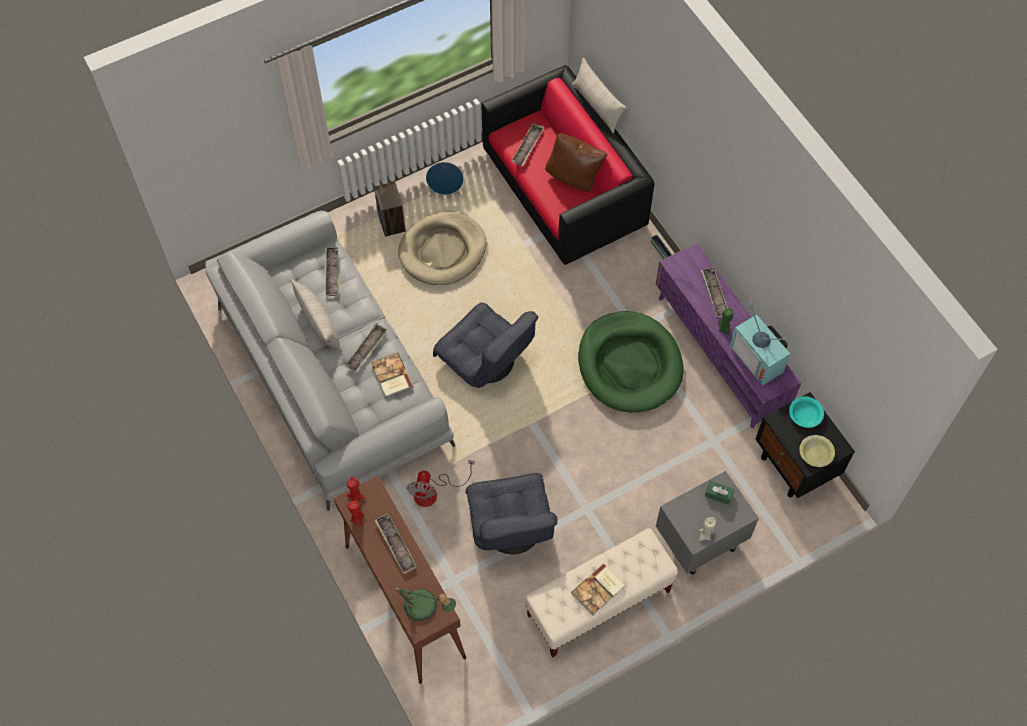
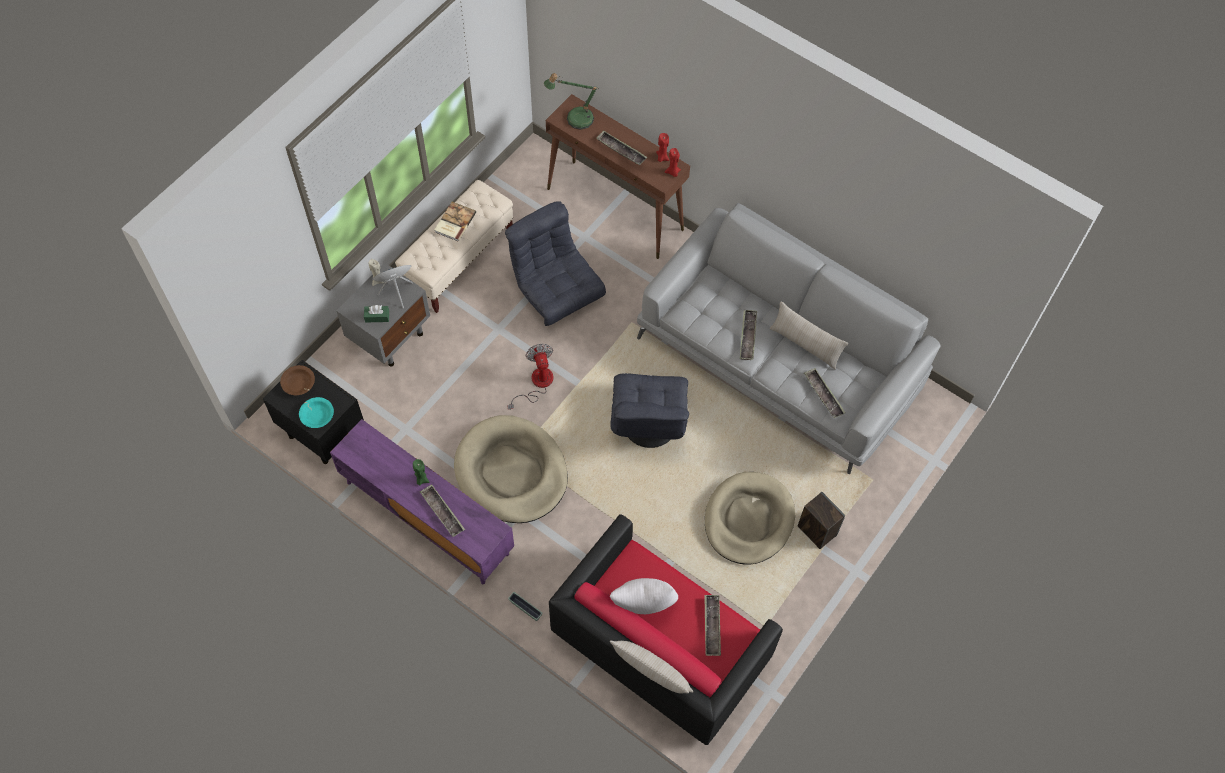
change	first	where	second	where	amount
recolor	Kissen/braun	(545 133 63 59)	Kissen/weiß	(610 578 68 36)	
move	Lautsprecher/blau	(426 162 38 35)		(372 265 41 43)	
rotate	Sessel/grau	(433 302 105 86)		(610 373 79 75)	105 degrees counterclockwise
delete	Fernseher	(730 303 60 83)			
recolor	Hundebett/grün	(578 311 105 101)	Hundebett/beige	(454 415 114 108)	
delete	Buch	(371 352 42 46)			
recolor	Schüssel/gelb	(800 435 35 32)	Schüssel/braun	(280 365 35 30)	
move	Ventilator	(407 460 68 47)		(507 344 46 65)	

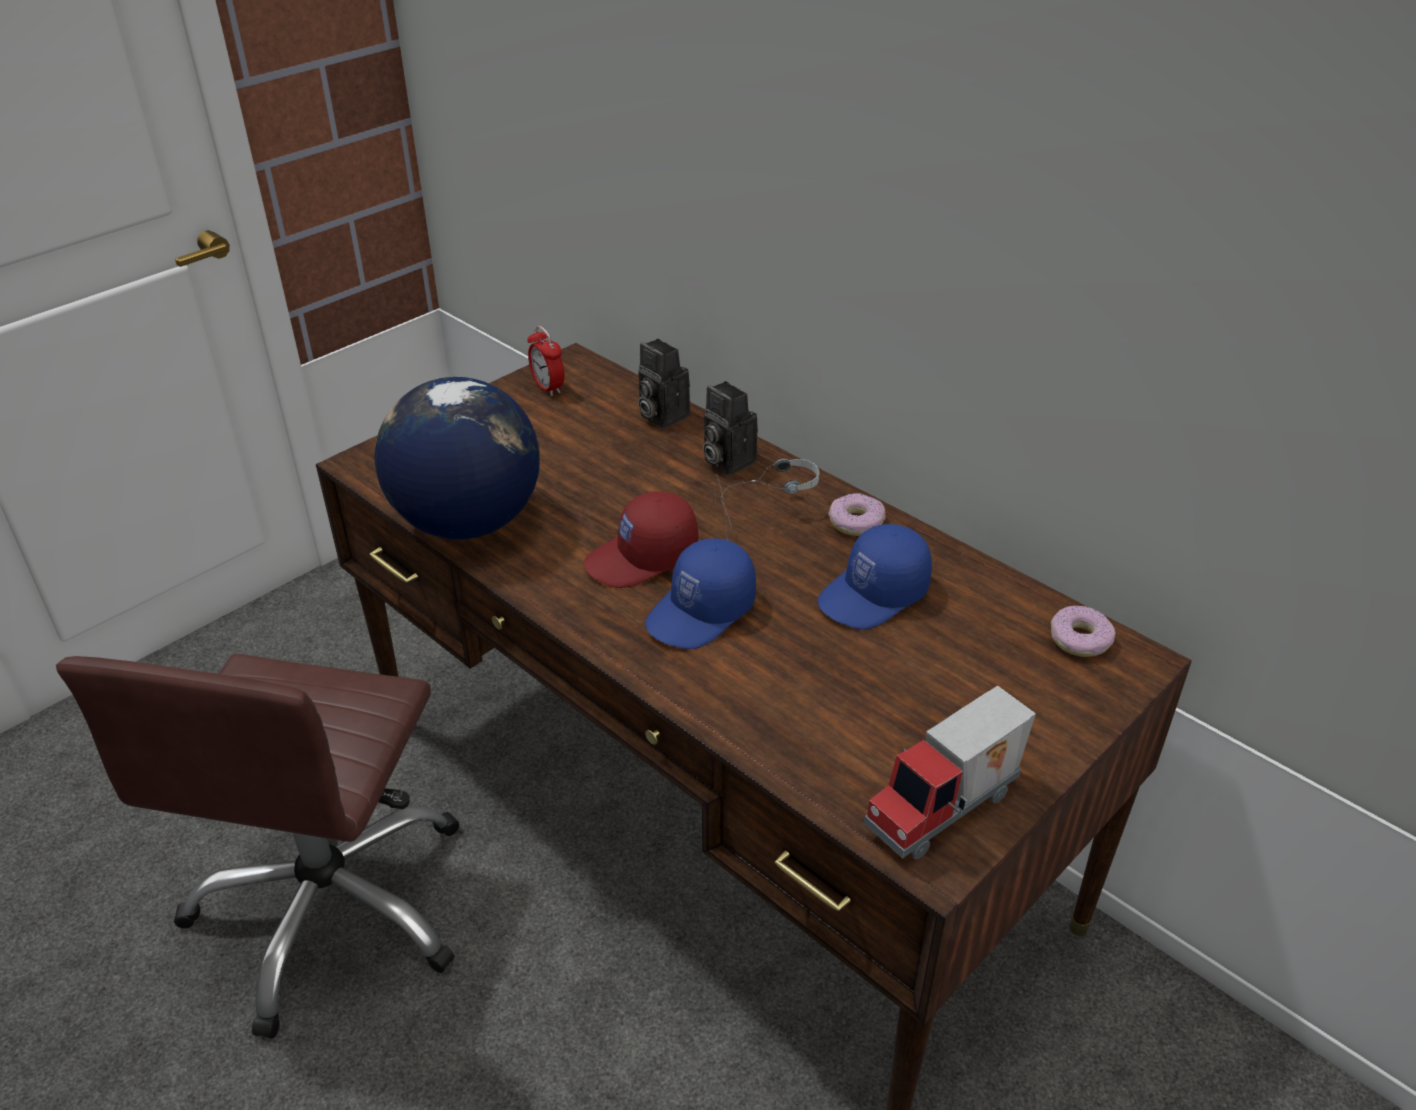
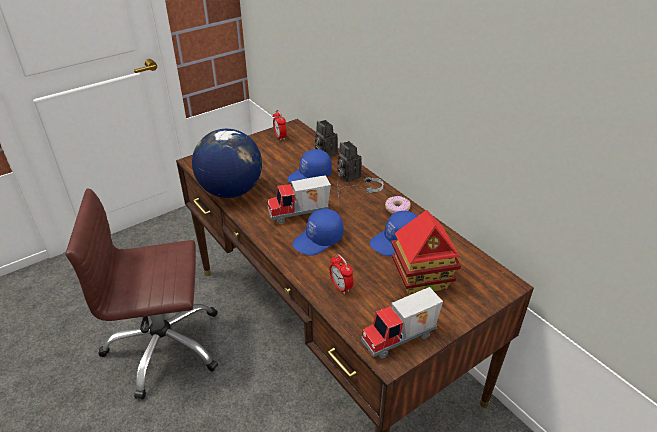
change	first	where	second	where	amount
replace	Kappe/rot	(583 491 115 97)	Spielzeuglaster	(268 175 63 49)	
delete	Donut	(1051 606 65 51)			
rotate	Bürostuhl/braun	(56 654 403 385)		(66 189 152 210)	60 degrees clockwise
insert			Kappe/blau	(288 149 44 35)	
insert			Spielzeughaus	(391 210 70 85)	
insert			Wecker	(329 254 25 40)	

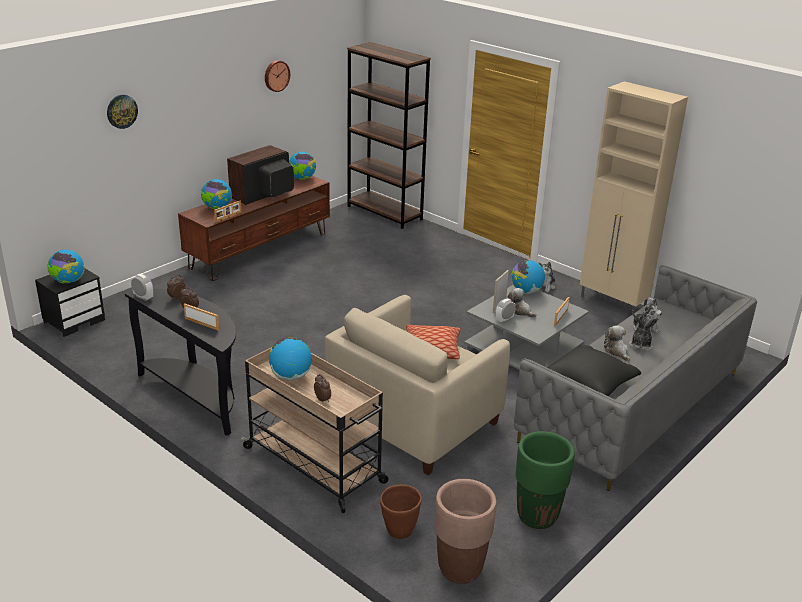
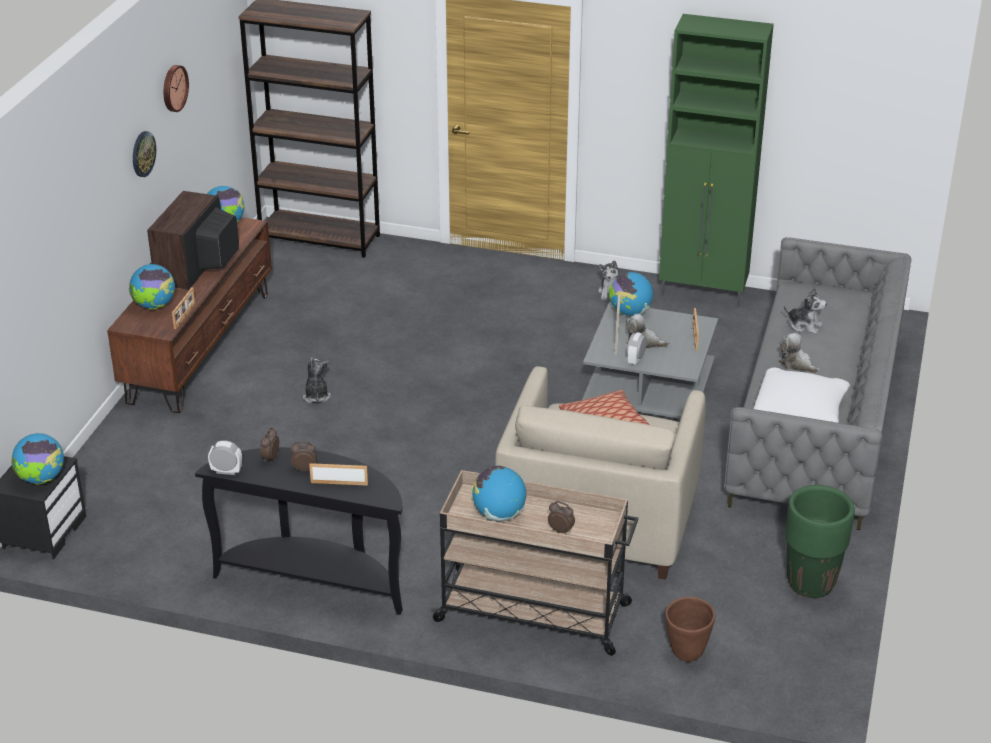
change	first	where	second	where	amount
recolor	Schrank/beige	(580 81 108 232)	Schrank/grün	(659 14 115 293)	
move	Wanduhr	(107 95 31 34)		(133 131 23 46)	
move	Plüschtier	(629 311 30 40)		(303 357 28 46)	
recolor	Kissen/schwarz	(548 345 93 51)	Kissen/weiß	(754 368 96 55)	
delete	Pflanzkübel/braun	(435 479 62 105)			

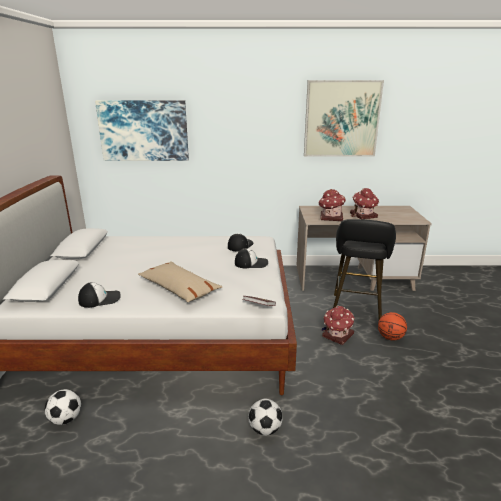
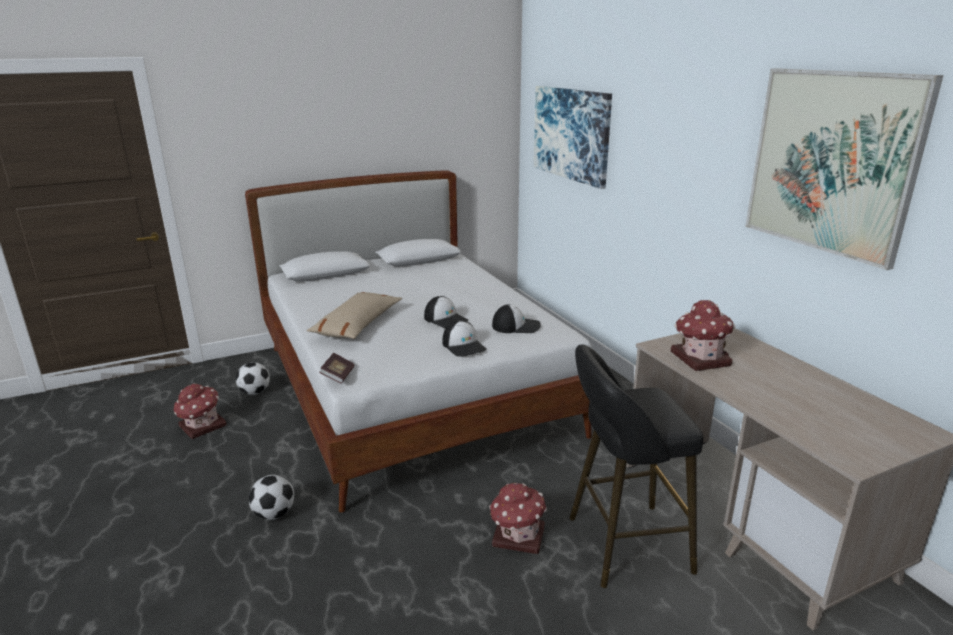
change	first	where	second	where	amount
move	Spielzeughaus	(350 188 29 31)		(174 383 53 56)	
move	Kappe	(78 282 43 26)		(424 296 44 32)	
delete	Basketball	(378 312 29 28)			

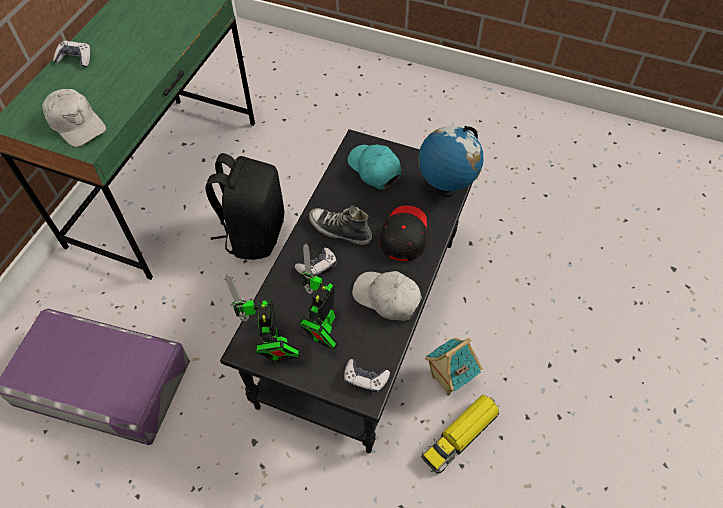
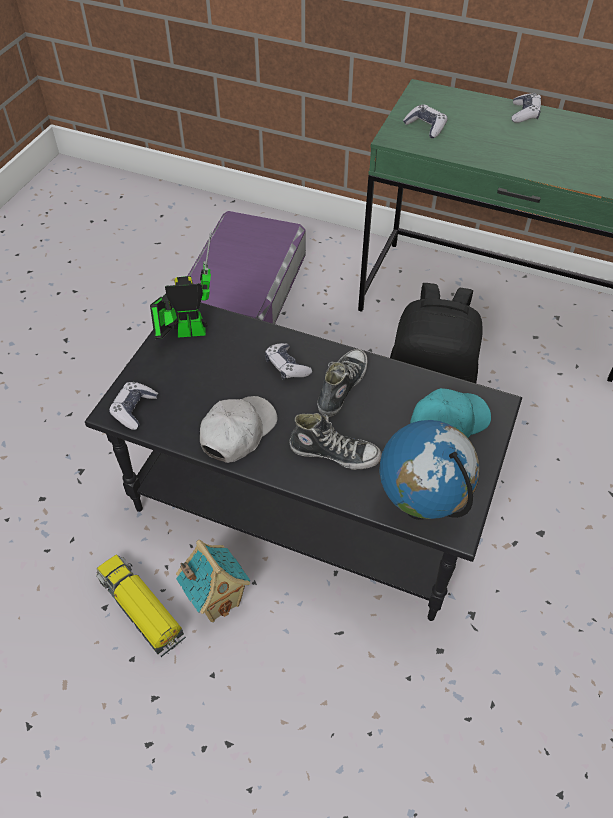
change	first	where	second	where	amount
replace	Kappe/weiß	(42 89 64 58)	Gamepad	(403 104 45 34)	
replace	Kappe/schwarz	(380 205 47 56)	Schuh	(289 413 93 57)	
delete	Spielzeugroboter	(299 244 40 106)			

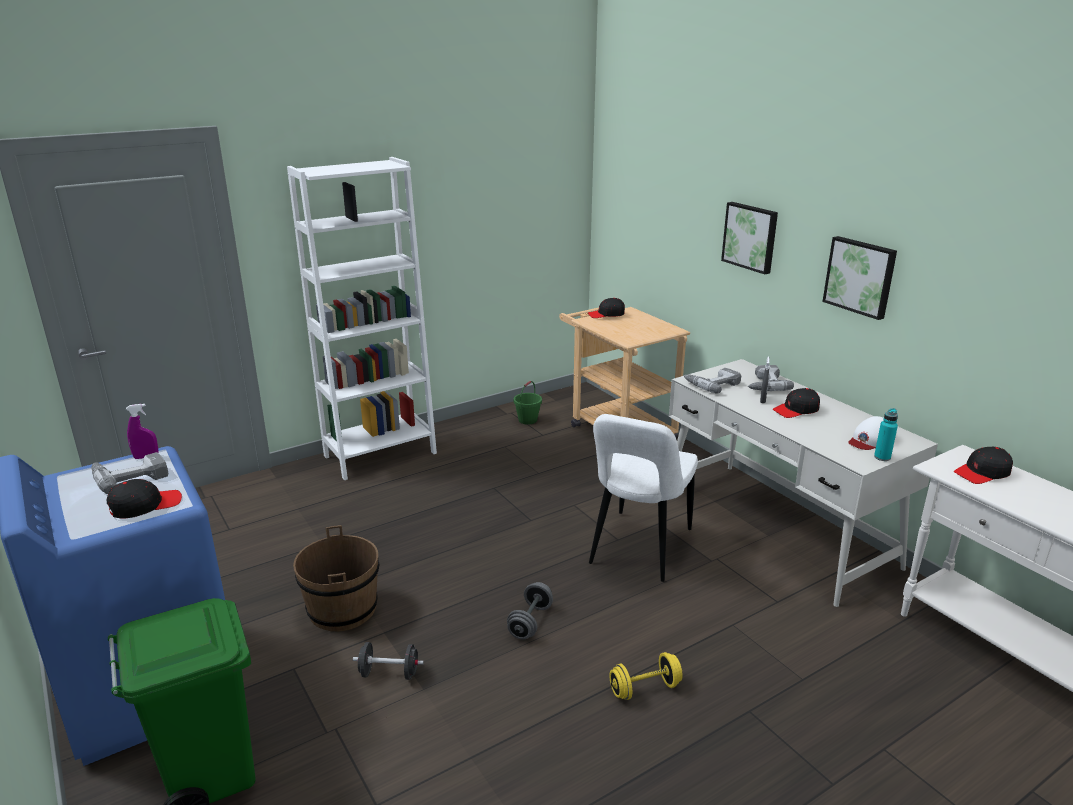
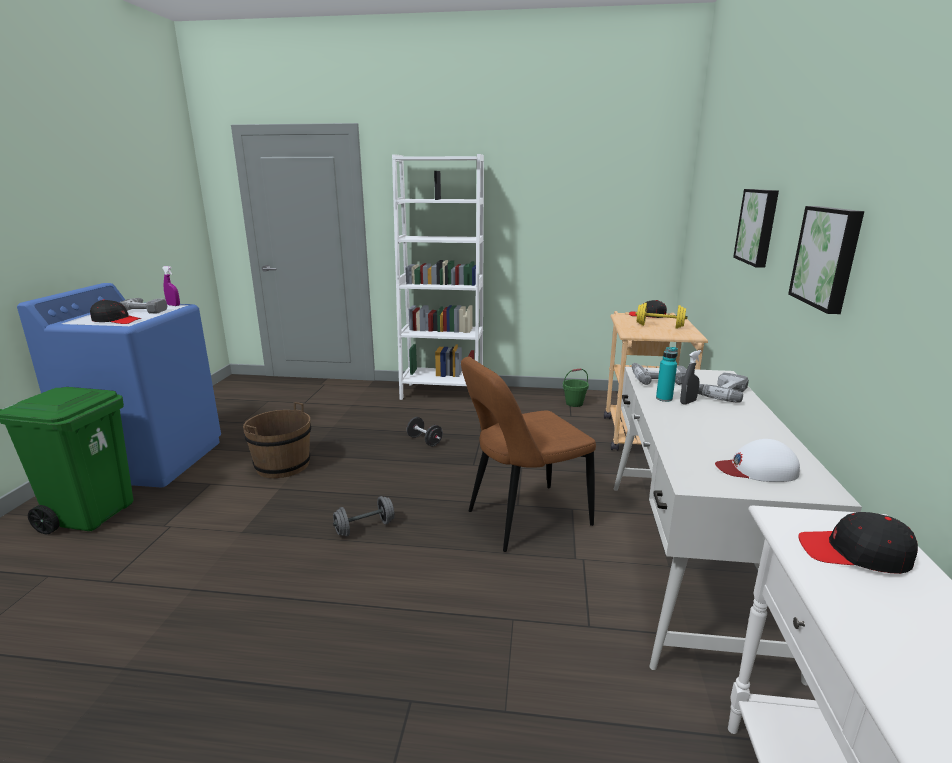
change	first	where	second	where	amount
delete	Kappe/schwarz	(773 388 47 30)			
move	Flasche/türkis	(874 408 24 53)		(656 347 22 55)	
recolor	Stuhl/weiß	(589 414 109 168)	Stuhl/braun	(461 356 135 196)	
move	Hantel/schwarz	(353 642 71 38)		(407 417 36 29)	
move	Hantel/gelb	(609 652 74 48)		(635 303 53 26)	

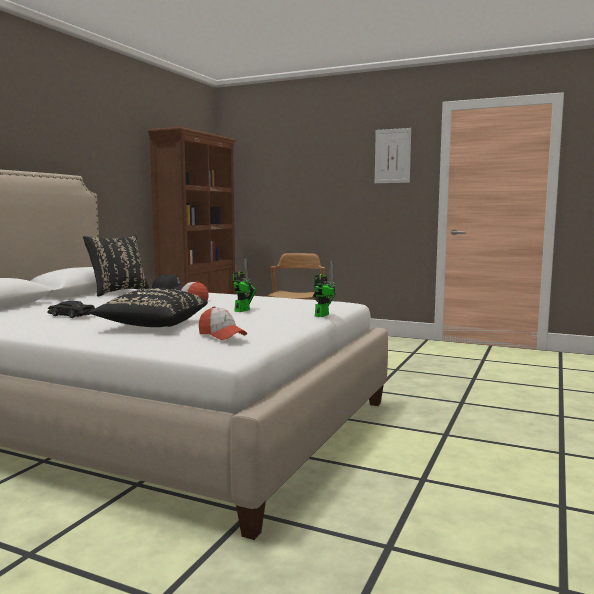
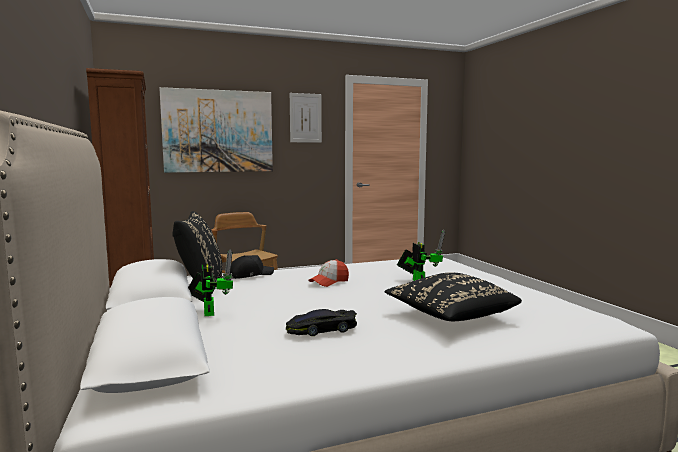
change	first	where	second	where	amount
move	Spielzeugroboter	(312 260 24 57)		(188 249 45 67)	
delete	Kappe	(199 306 48 34)			
insert			Bild	(159 87 114 86)	

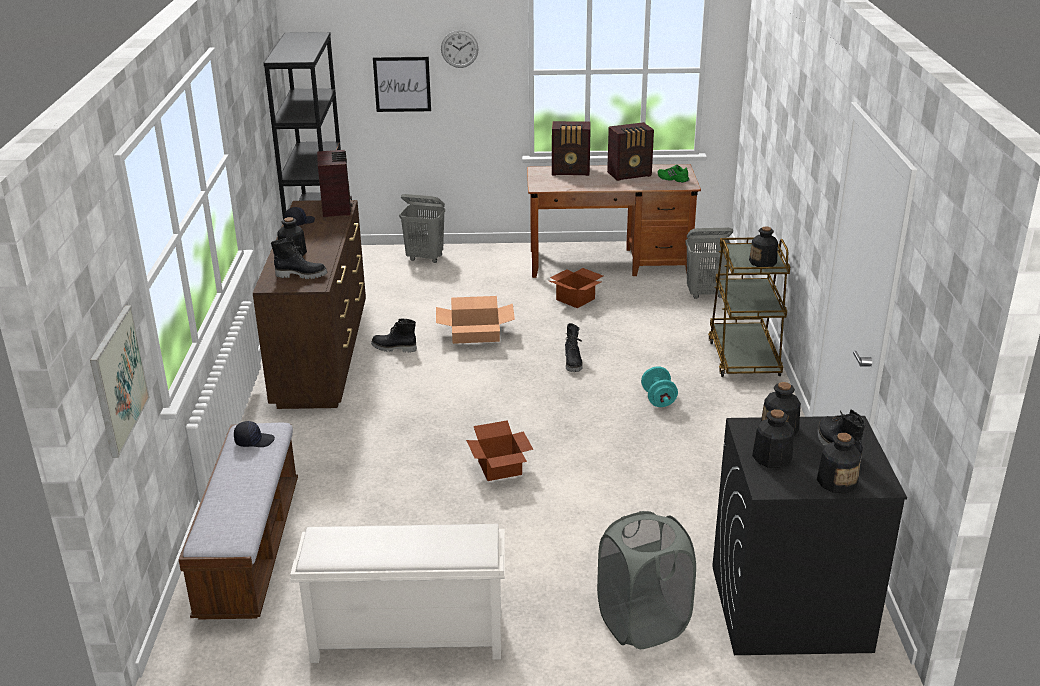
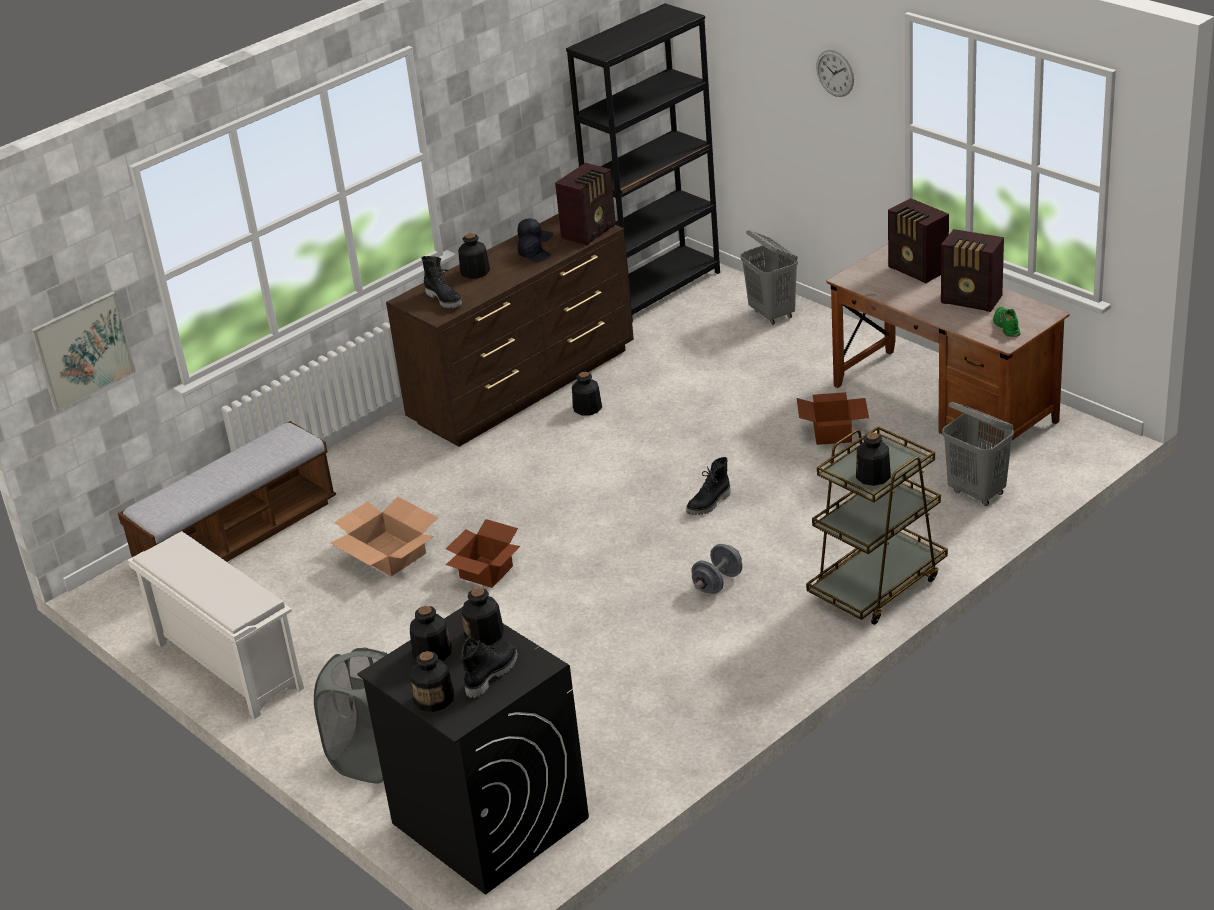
change	first	where	second	where	amount
delete	Bild	(373 57 58 55)			
move	Karton	(436 296 79 48)		(330 497 108 79)	
replace	Stiefel/schwarz	(371 319 46 34)	Flasche	(572 372 30 44)	
recolor	Hantel/türkis	(641 366 37 41)	Hantel/grau	(691 544 51 50)	
move	Kappe/schwarz	(234 421 41 26)		(518 235 33 27)	

